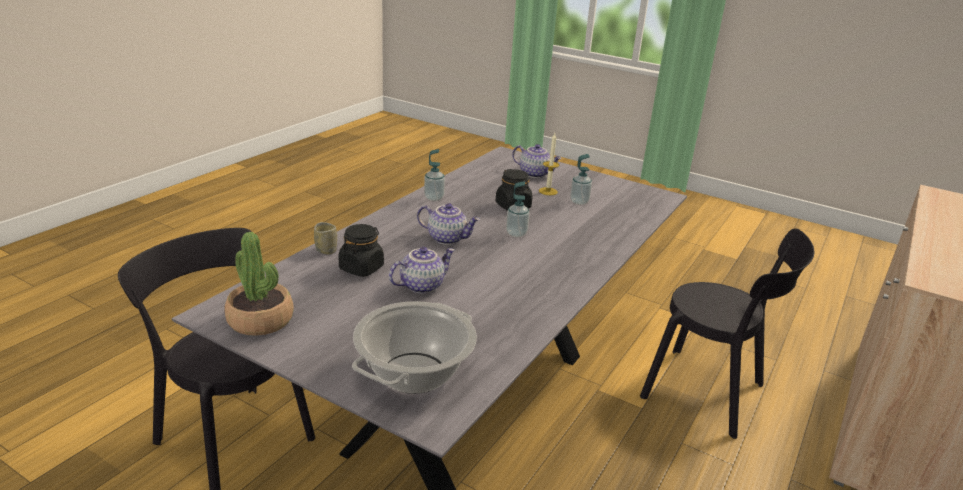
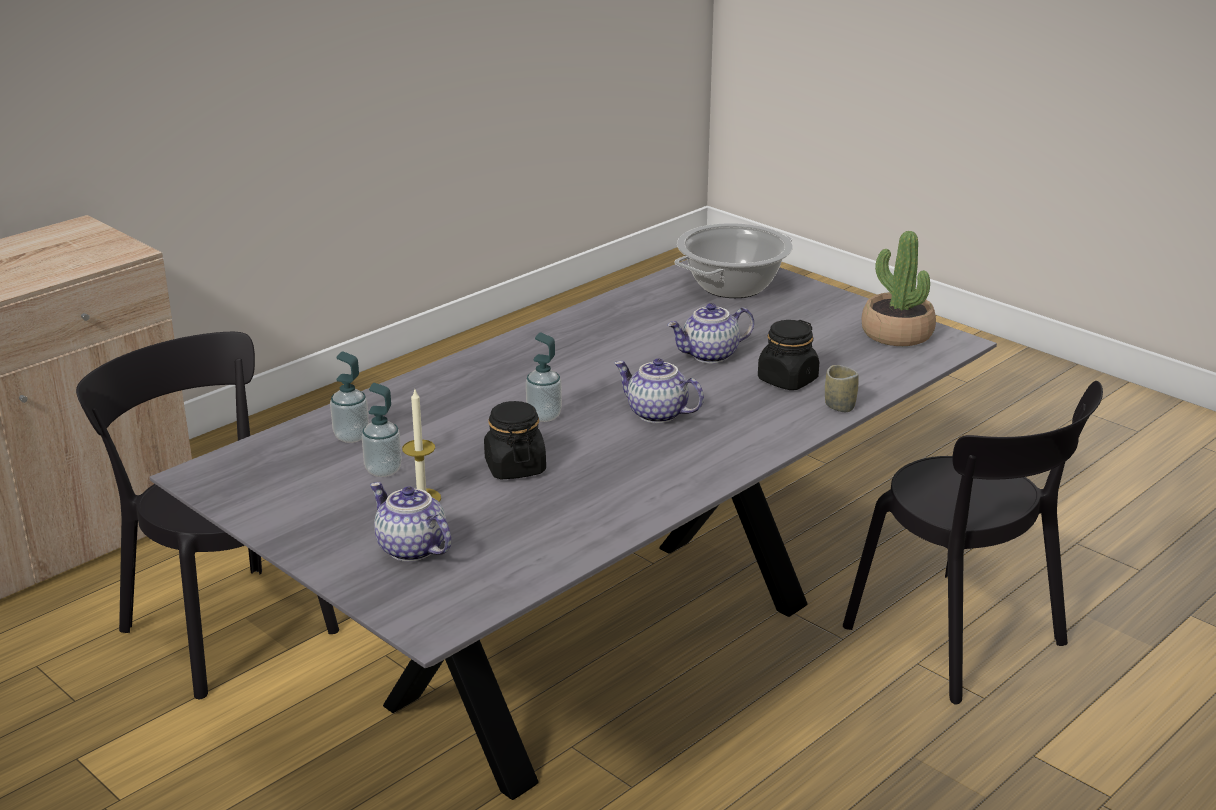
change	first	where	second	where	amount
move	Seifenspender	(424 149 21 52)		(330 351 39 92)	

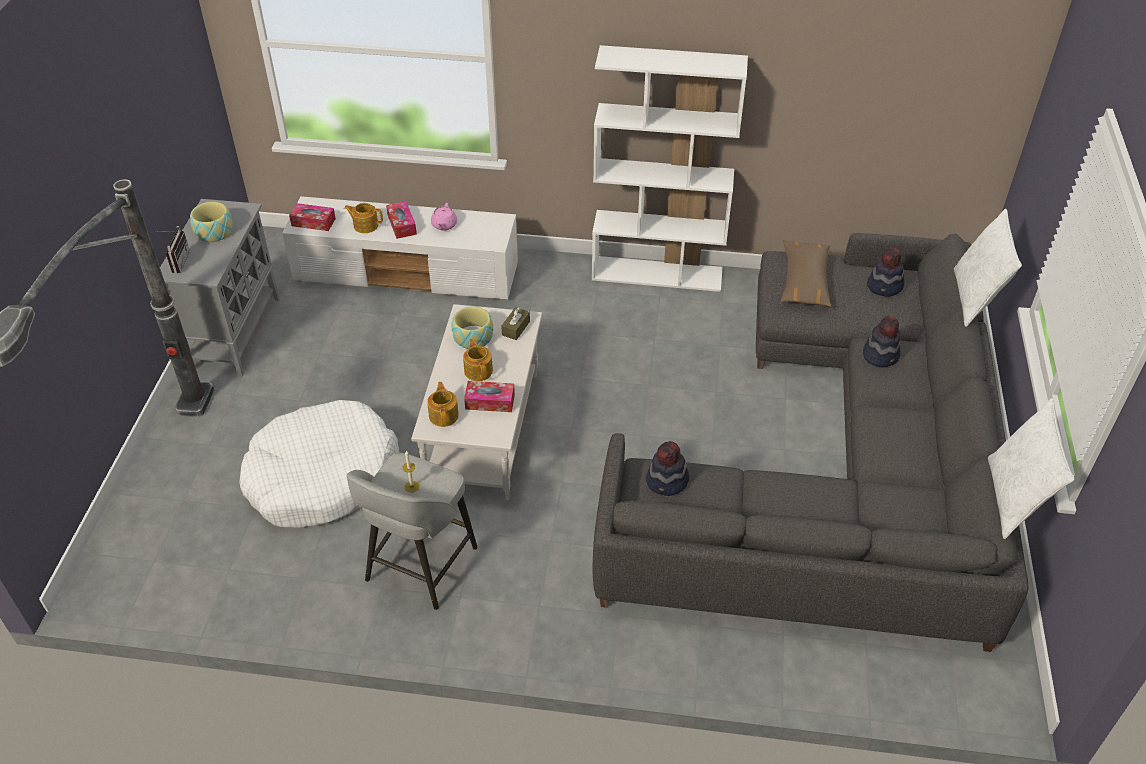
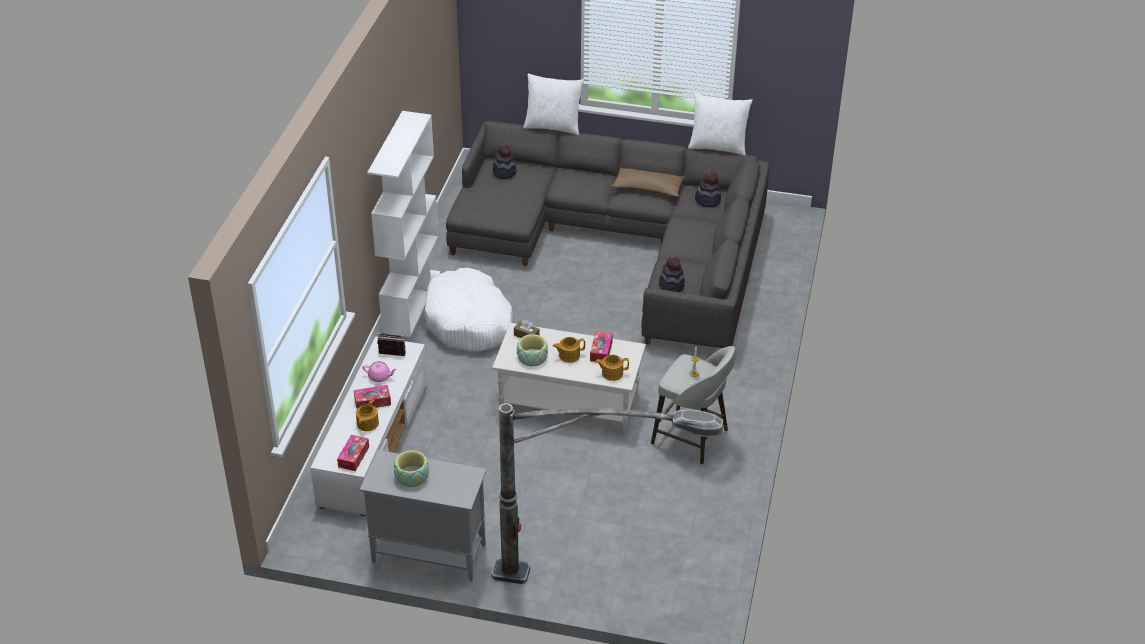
change	first	where	second	where	amount
move	Radio	(156 226 34 48)		(377 333 29 23)	
move	Kissen/braun	(781 240 50 67)		(611 168 74 29)	
move	Hut	(863 316 38 51)		(695 172 26 36)	
move	Hundebett/weiß	(239 400 160 128)		(425 268 88 84)	

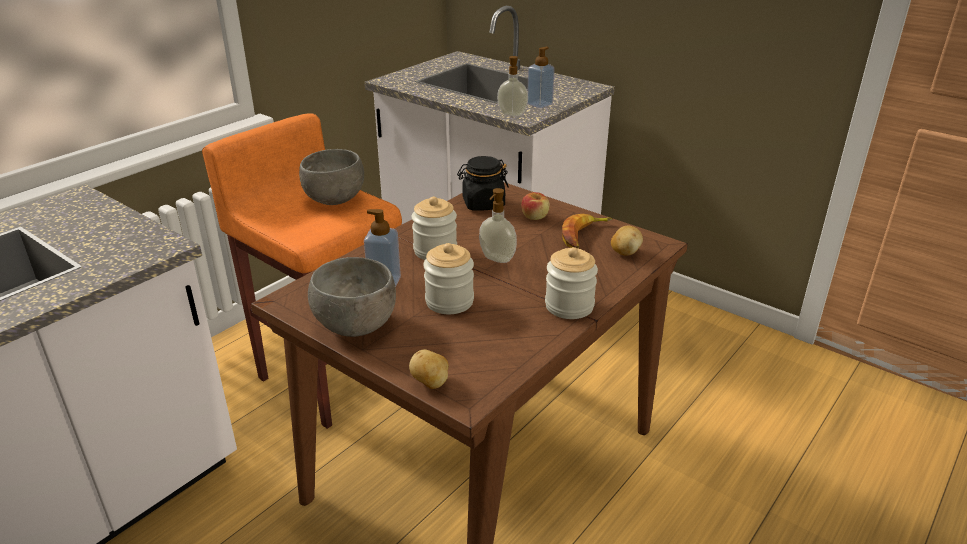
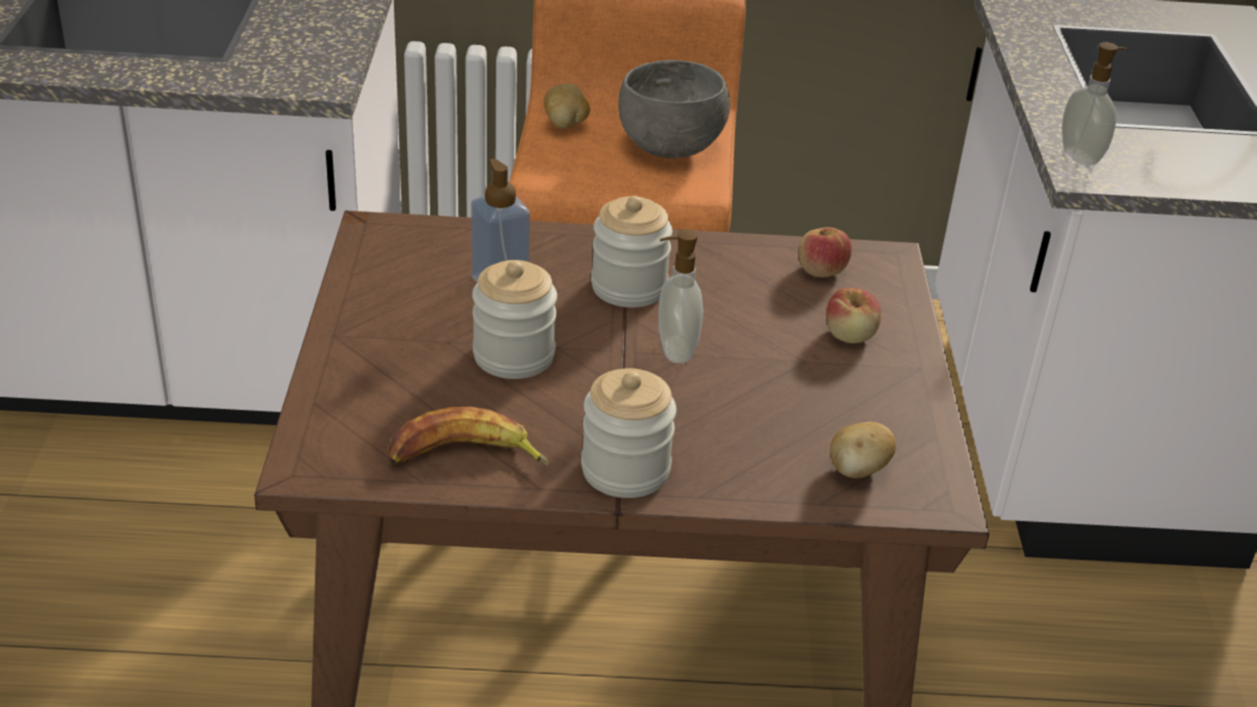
change	first	where	second	where	amount
delete	Seifenspender	(527 47 28 61)			
replace	Vorratsglas/schwarz	(457 156 52 55)	Apfel	(799 227 53 50)	
move	Banane	(562 214 51 34)		(389 407 161 58)	
delete	Schüssel/grau	(308 257 88 80)			
move	Kartoffel	(409 349 40 40)		(544 84 46 45)	

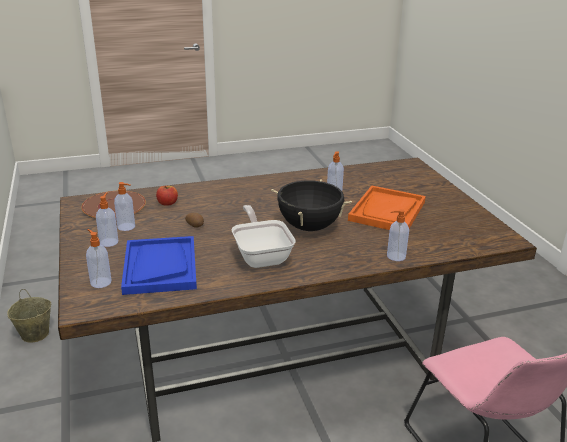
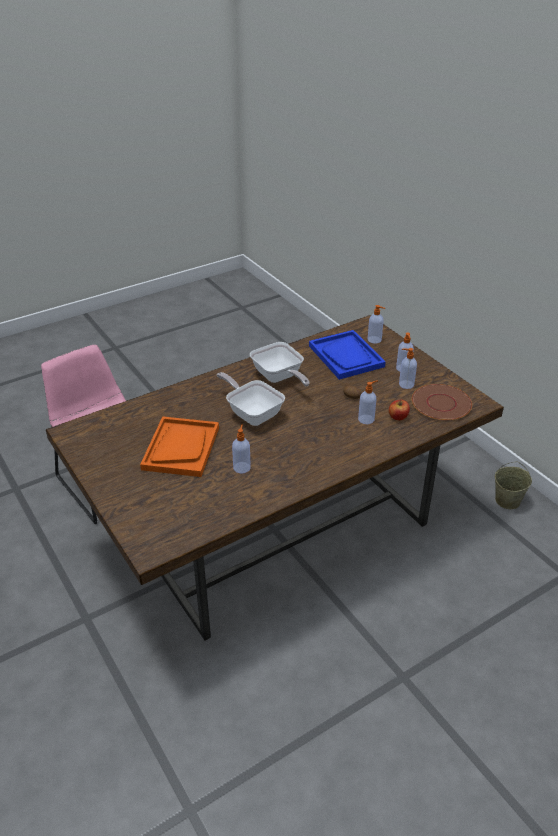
change	first	where	second	where	amount
replace	Kochtopf/schwarz	(271 179 81 52)	Pfanne	(217 372 68 54)	
move	Seifenspender	(387 209 22 52)		(358 380 20 44)	

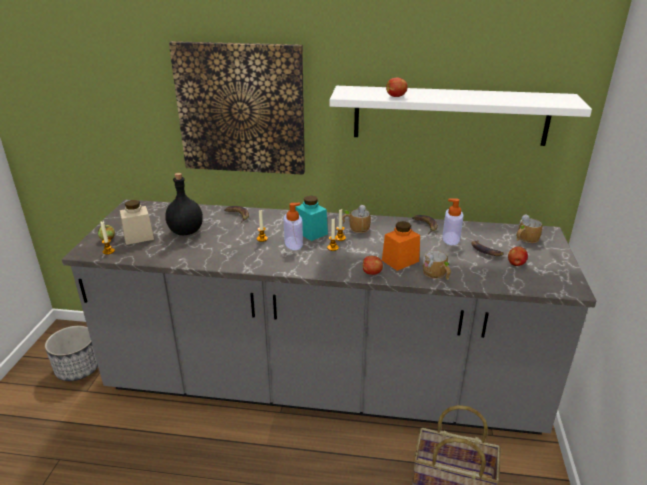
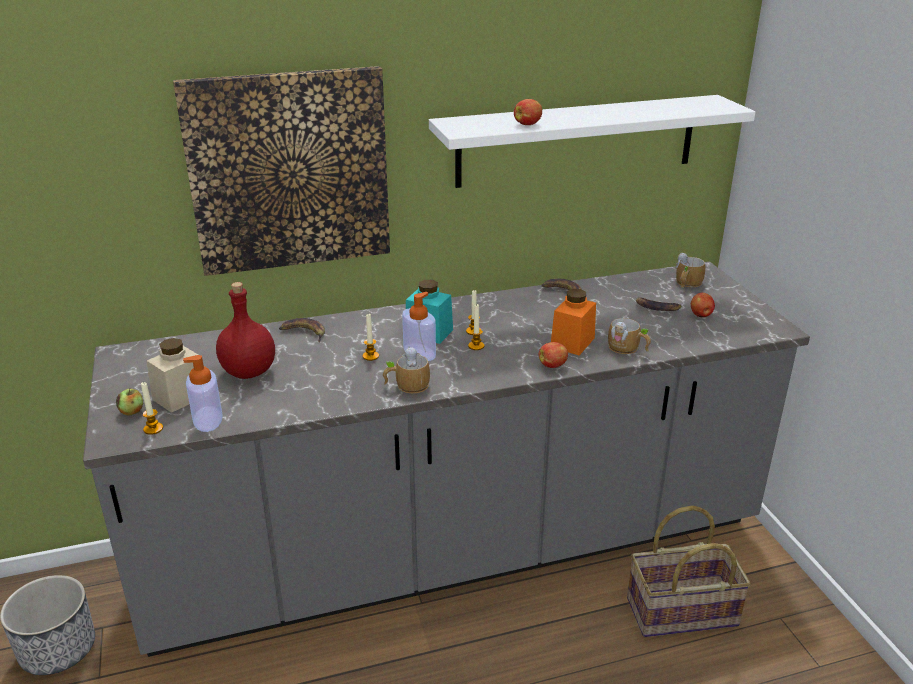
change	first	where	second	where	amount
recolor	Flasche/schwarz	(165 173 38 62)	Flasche/rot	(216 282 59 97)	
move	Seifenspender	(442 198 22 47)		(183 355 40 77)	
move	Henkelbecher	(342 204 29 29)		(383 347 47 46)	

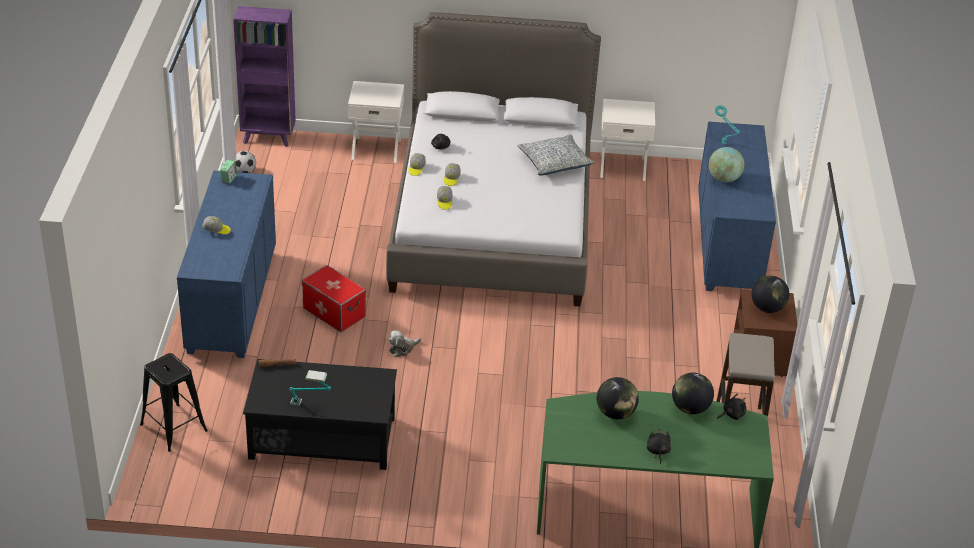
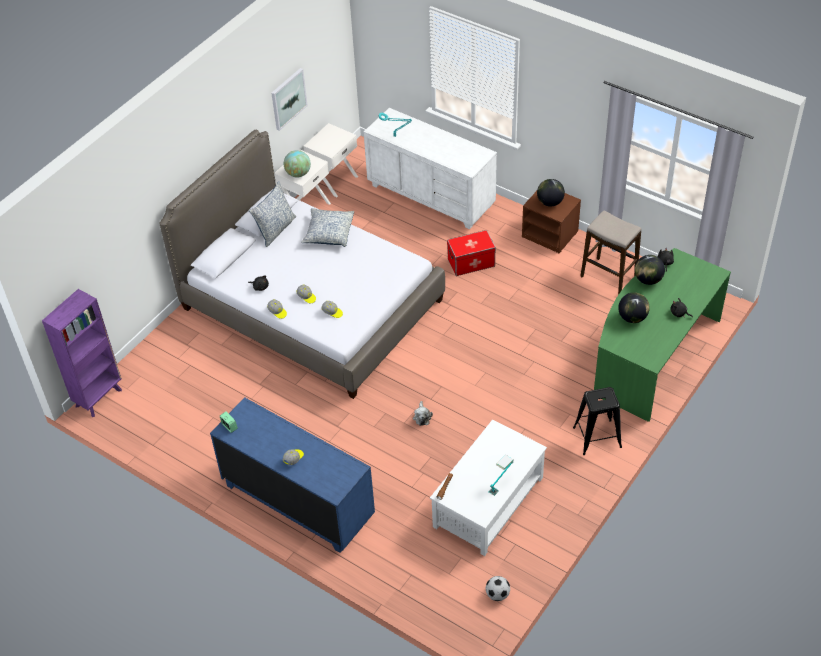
change	first	where	second	where	amount
move	Nachttisch/weiß	(348 81 56 82)		(304 123 54 74)	
recolor	Kommode/blau	(698 121 78 170)	Kommode/weiß	(364 108 133 121)	
move	Globus	(709 147 35 35)		(284 150 27 27)	
move	Fußball	(235 151 21 22)		(486 576 24 25)	
move	Aufbewahrungsbox	(302 265 64 67)		(447 230 49 46)	
move	Hocker/schwarz	(140 353 68 99)		(573 387 49 68)	
recolor	Couchtisch/schwarz	(243 359 154 111)	Couchtisch/weiß	(430 419 117 137)	
insert			Bild	(271 68 37 63)	
insert			Kissen	(249 181 47 66)	

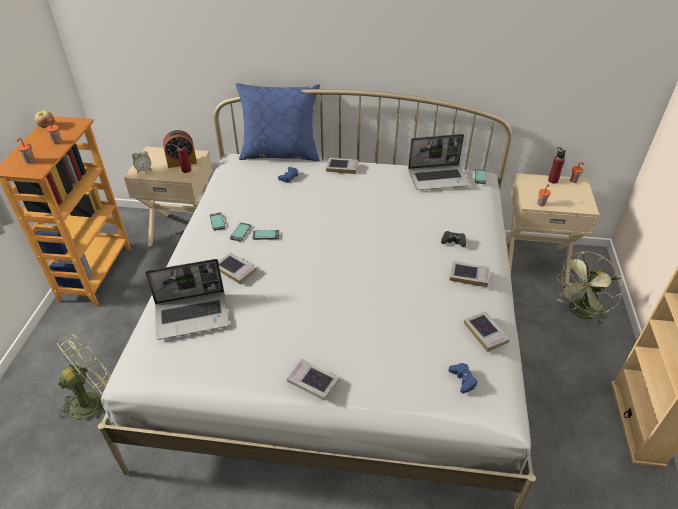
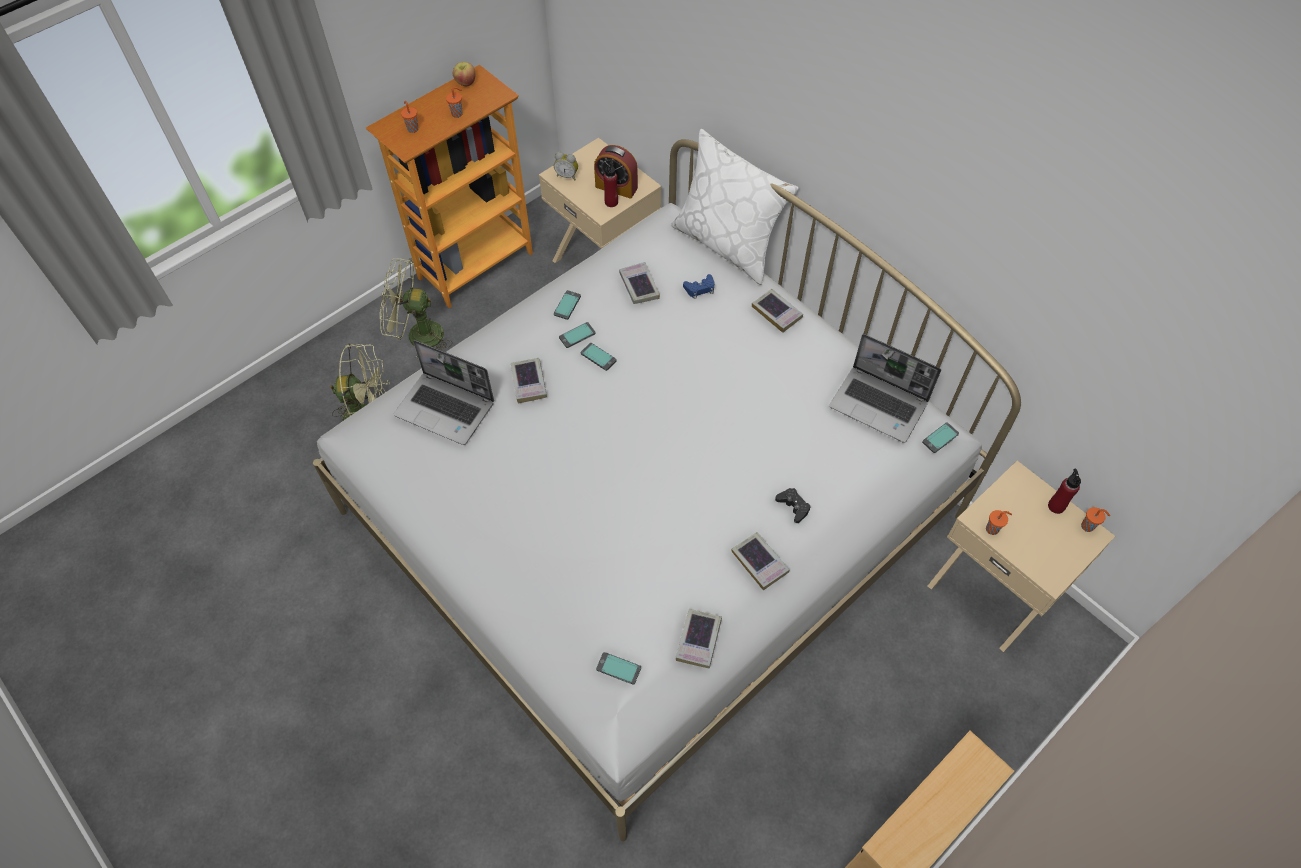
change	first	where	second	where	amount
recolor	Kissen/blau	(236 83 84 79)	Kissen/weiß	(671 129 128 156)	
move	Ventilator/grün	(556 251 66 74)		(380 258 73 101)	
move	Buch	(287 359 52 42)		(619 262 41 42)	
replace	Gamepad/blau	(448 363 30 30)	Handy	(596 652 45 33)	

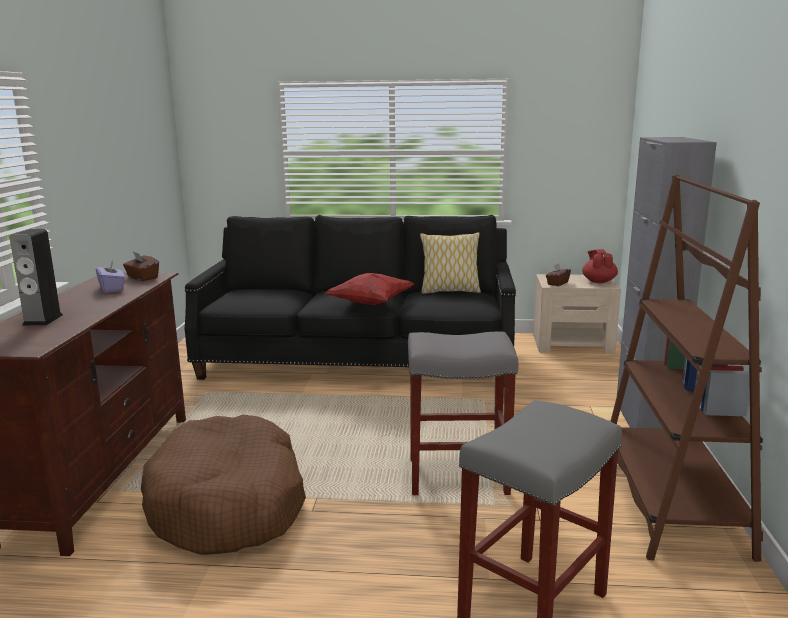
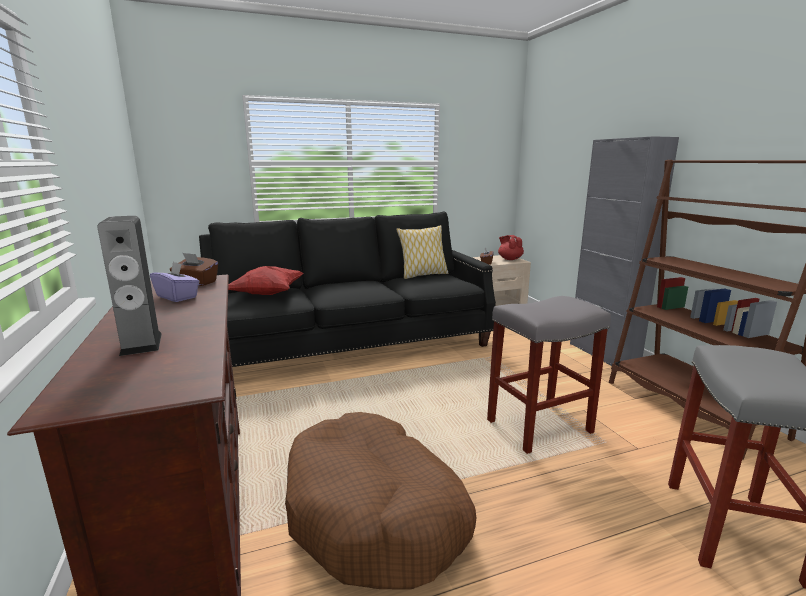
change	first	where	second	where	amount
move	Kissen/rot	(325 273 89 32)		(228 266 76 29)	

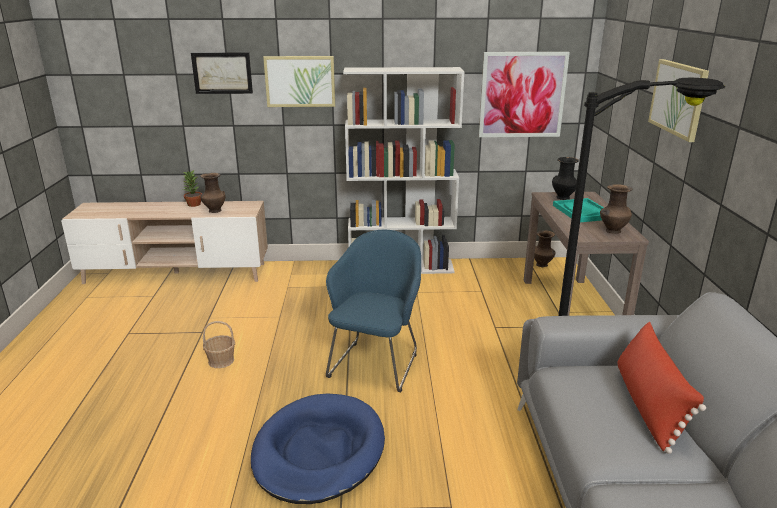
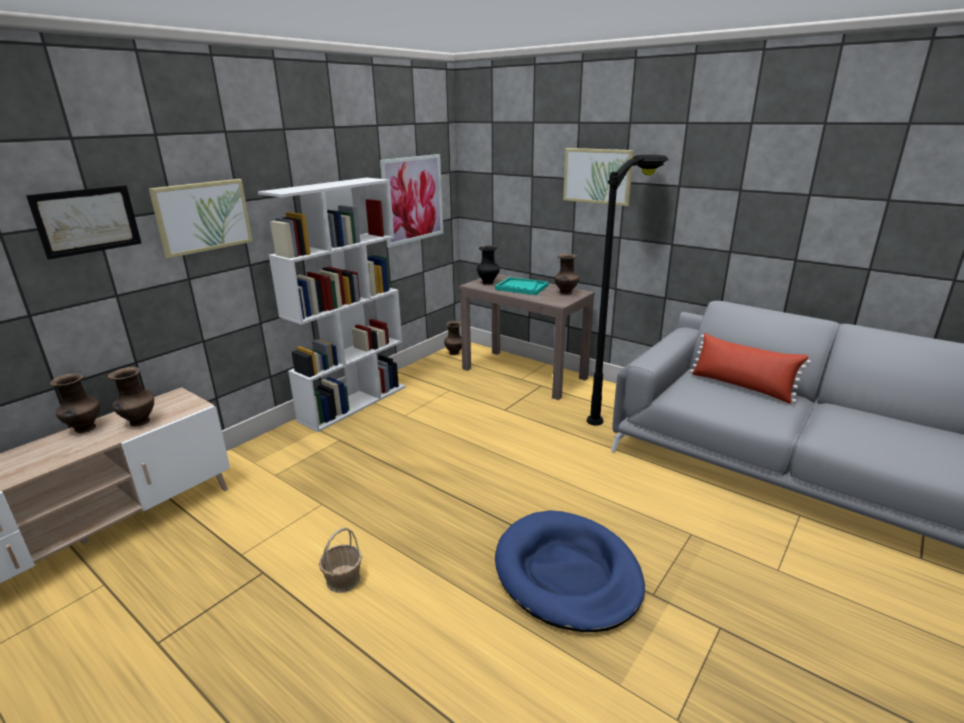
change	first	where	second	where	amount
replace	Topfpflanze	(183 170 19 37)	Vase/braun	(49 373 51 60)	
delete	Sessel/blau	(326 230 95 162)			

